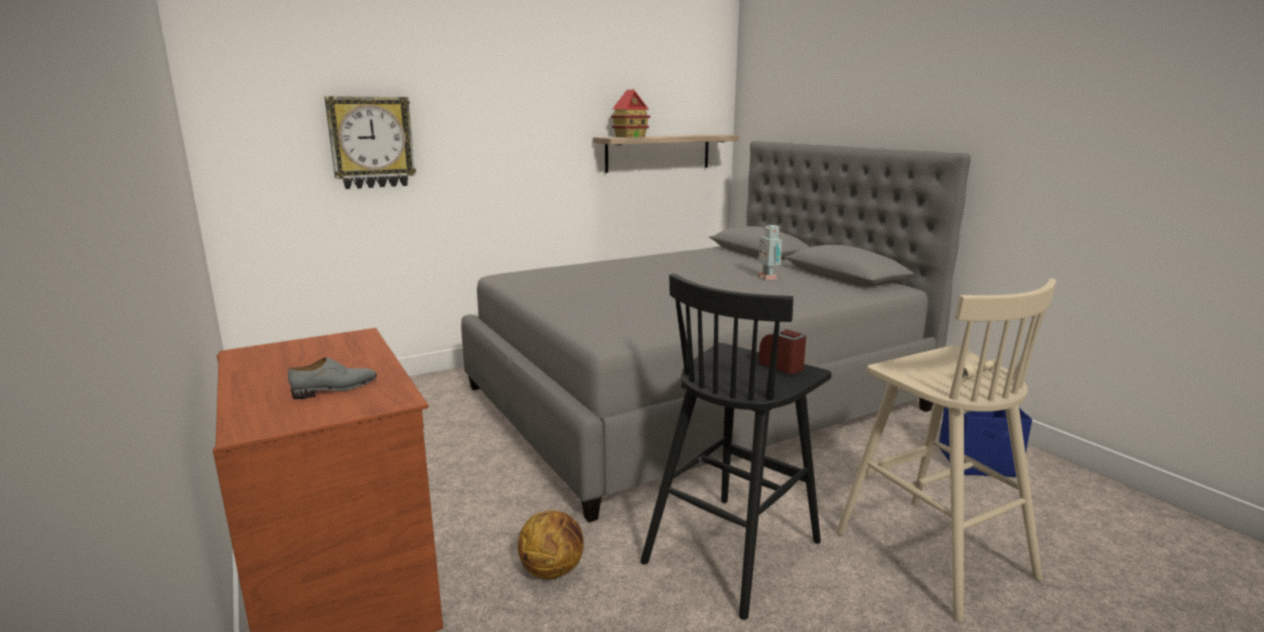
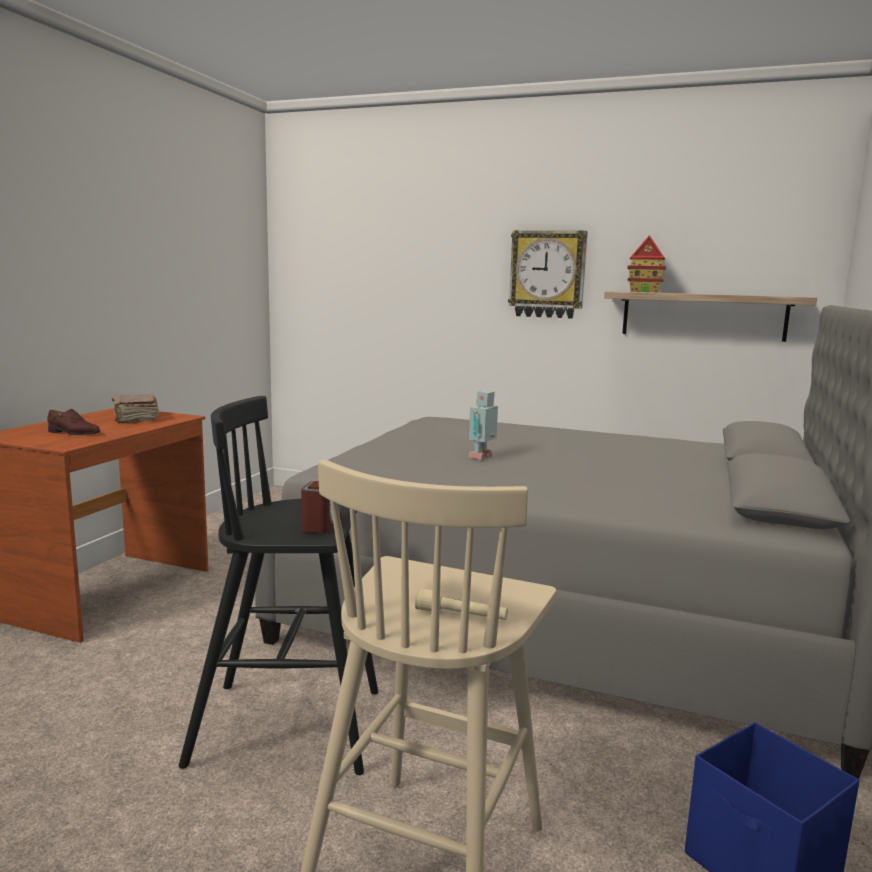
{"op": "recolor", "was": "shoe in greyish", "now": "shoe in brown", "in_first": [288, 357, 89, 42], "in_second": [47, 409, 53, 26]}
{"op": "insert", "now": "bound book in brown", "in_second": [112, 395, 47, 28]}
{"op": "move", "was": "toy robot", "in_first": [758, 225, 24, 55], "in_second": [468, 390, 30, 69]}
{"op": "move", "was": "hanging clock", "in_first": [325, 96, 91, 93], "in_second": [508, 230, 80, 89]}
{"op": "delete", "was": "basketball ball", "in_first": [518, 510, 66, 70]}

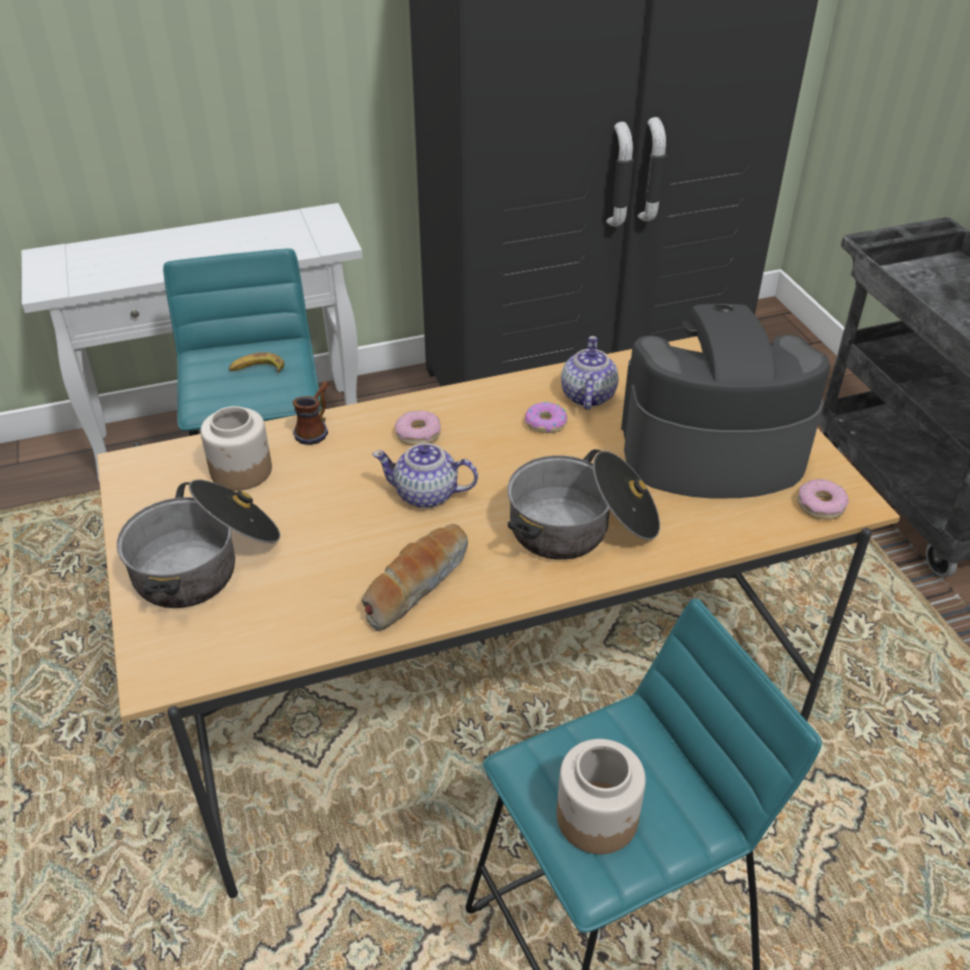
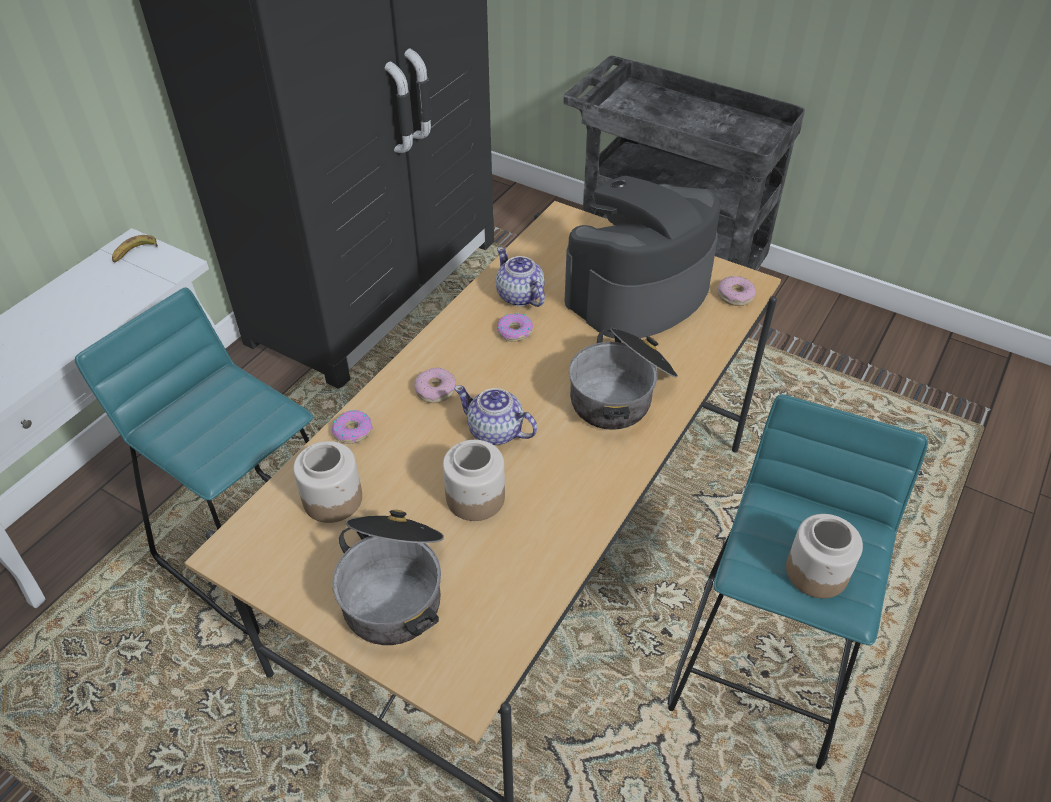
{"op": "move", "was": "banana", "in_first": [229, 352, 56, 21], "in_second": [112, 235, 46, 28]}
{"op": "replace", "was": "mug", "now": "donut", "in_first": [292, 381, 37, 64], "in_second": [332, 410, 41, 34]}
{"op": "insert", "now": "storage jar", "in_second": [443, 440, 62, 81]}
{"op": "rotate", "was": "tea pot", "in_first": [372, 443, 106, 65], "in_second": [454, 385, 83, 60], "clockwise": 60}
{"op": "delete", "was": "baked bread", "in_first": [362, 524, 106, 107]}

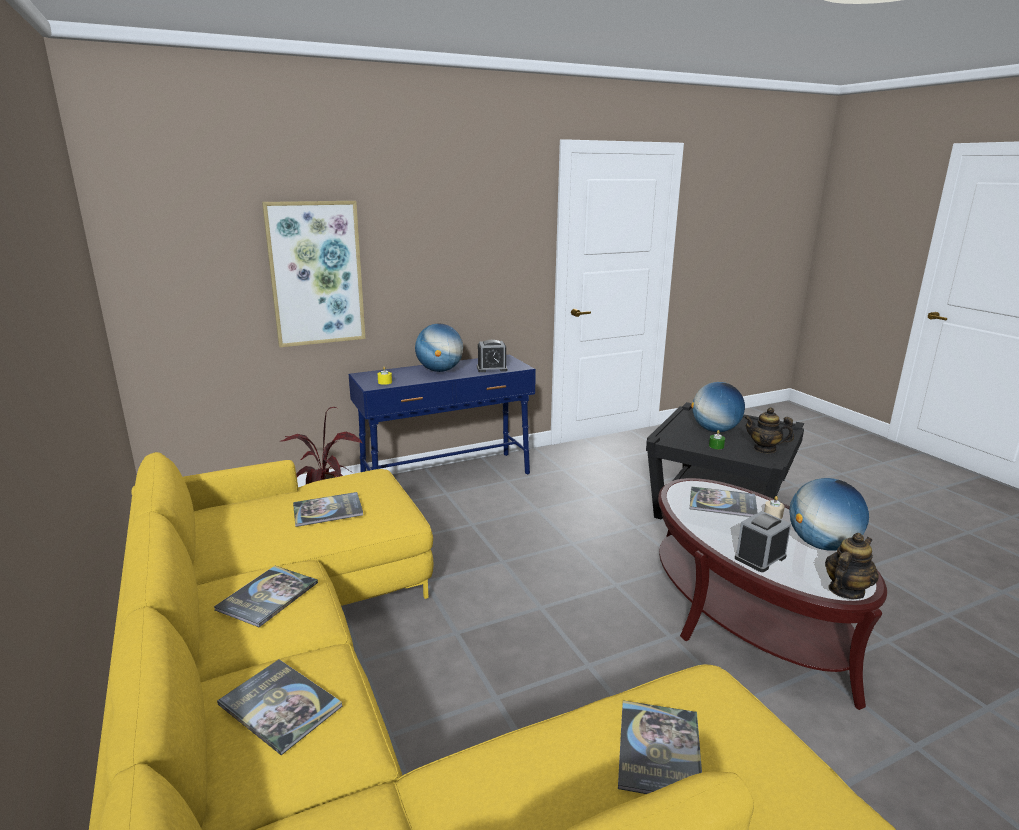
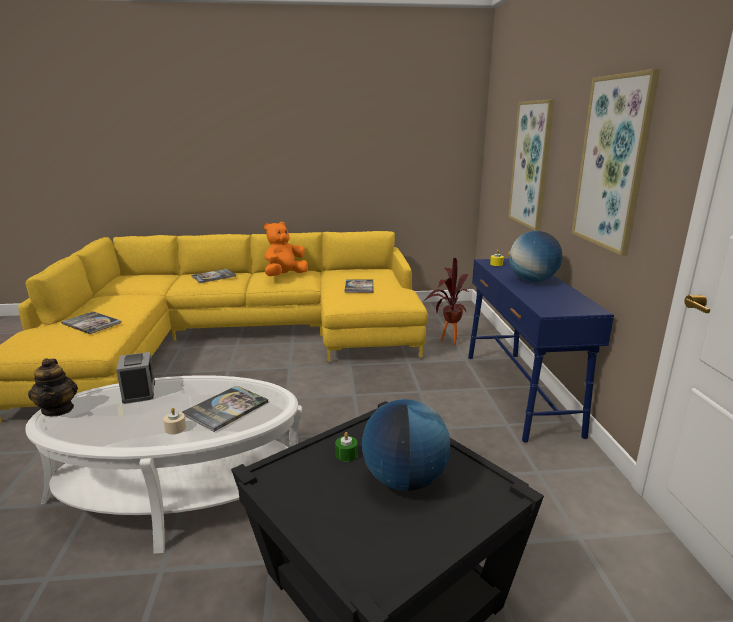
{"op": "recolor", "was": "lounge table in brown", "now": "lounge table in white-coloured", "in_first": [658, 478, 229, 232], "in_second": [25, 375, 277, 179]}
{"op": "replace", "was": "bound book", "now": "plush toy in orange", "in_first": [214, 566, 104, 61], "in_second": [264, 222, 44, 54]}
{"op": "insert", "now": "wall art", "in_second": [572, 69, 88, 187]}
{"op": "delete", "was": "bedside clock", "in_first": [477, 340, 31, 32]}
{"op": "delete", "was": "tea pot", "in_first": [744, 407, 50, 47]}
{"op": "delete", "was": "desk globe", "in_first": [789, 478, 80, 73]}

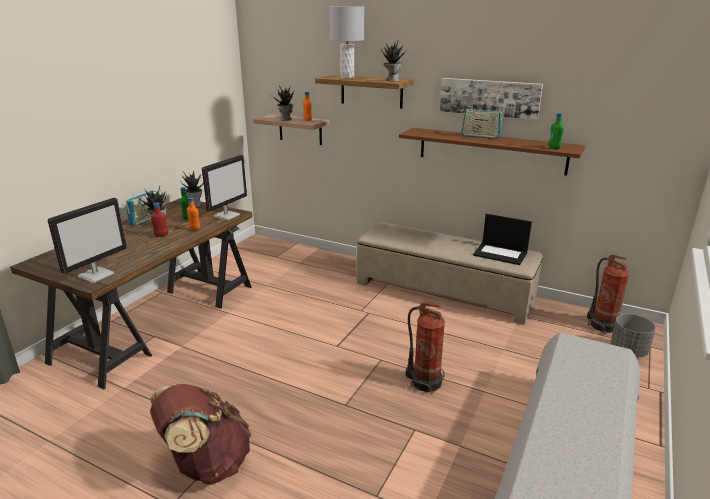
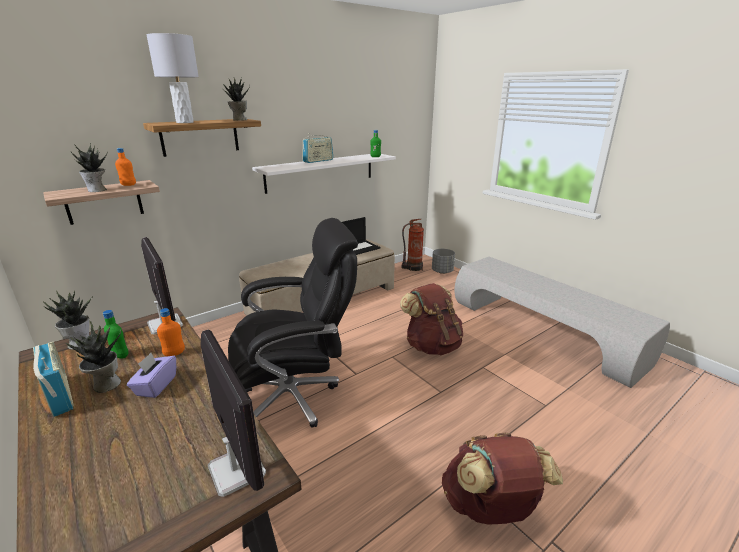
{"op": "replace", "was": "beverage bottle in reddish", "now": "tissue holder in purplish", "in_first": [151, 202, 17, 35], "in_second": [127, 353, 49, 45]}
{"op": "insert", "now": "computer chair in blackish", "in_second": [228, 218, 130, 210]}
{"op": "recolor", "was": "wall shelf in brown", "now": "wall shelf in white-coloured", "in_first": [399, 128, 186, 48], "in_second": [252, 154, 144, 40]}
{"op": "replace", "was": "fire-fighting cylinder", "now": "rucksack in brown", "in_first": [406, 302, 39, 92], "in_second": [400, 283, 63, 72]}
{"op": "delete", "was": "wall art", "in_first": [440, 78, 103, 42]}

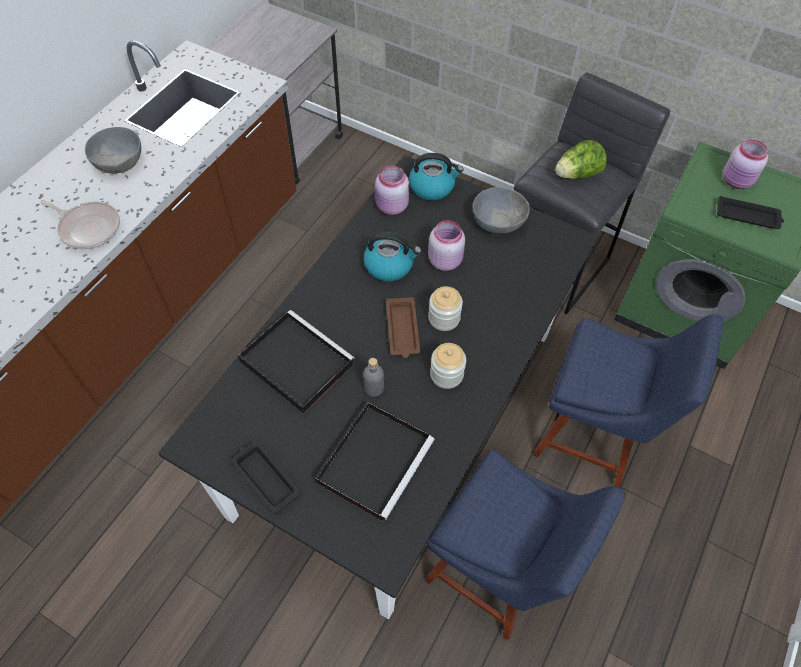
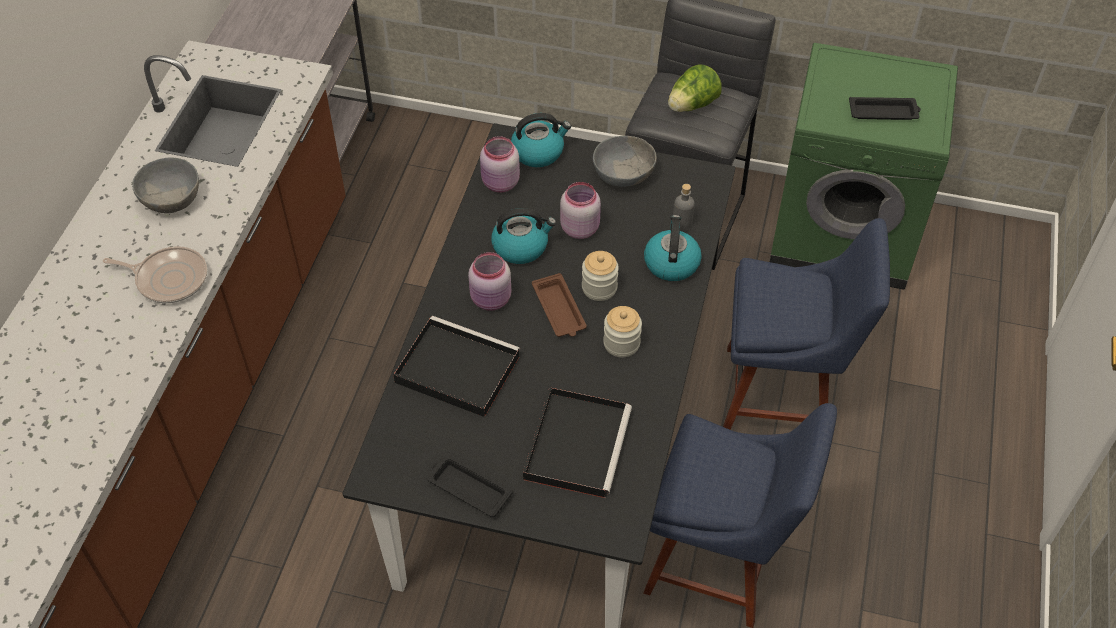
{"op": "move", "was": "storage jar in pinkish", "in_first": [723, 139, 45, 50], "in_second": [468, 252, 43, 59]}
{"op": "insert", "now": "tea kettle", "in_second": [644, 215, 58, 66]}
{"op": "move", "was": "beverage bottle in greyish", "in_first": [363, 358, 21, 39], "in_second": [673, 184, 22, 46]}

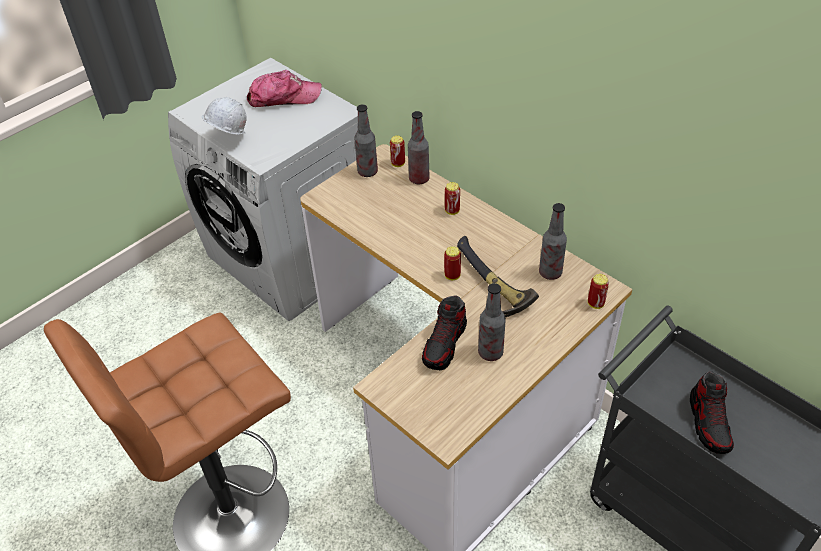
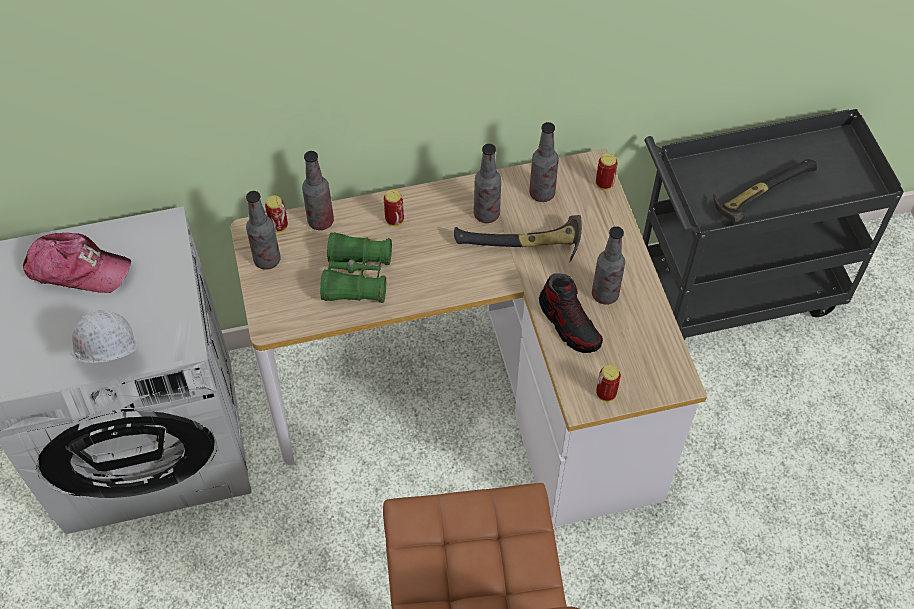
{"op": "rotate", "was": "cap", "in_first": [247, 70, 75, 37], "in_second": [23, 233, 108, 60], "clockwise": 75}
{"op": "insert", "now": "binoculars in green", "in_second": [320, 232, 72, 71]}
{"op": "insert", "now": "beverage bottle", "in_second": [474, 144, 27, 79]}
{"op": "move", "was": "sealed can", "in_first": [444, 246, 17, 34], "in_second": [596, 365, 25, 37]}
{"op": "replace", "was": "shoe", "now": "hammer", "in_first": [690, 371, 44, 83], "in_second": [713, 159, 105, 64]}

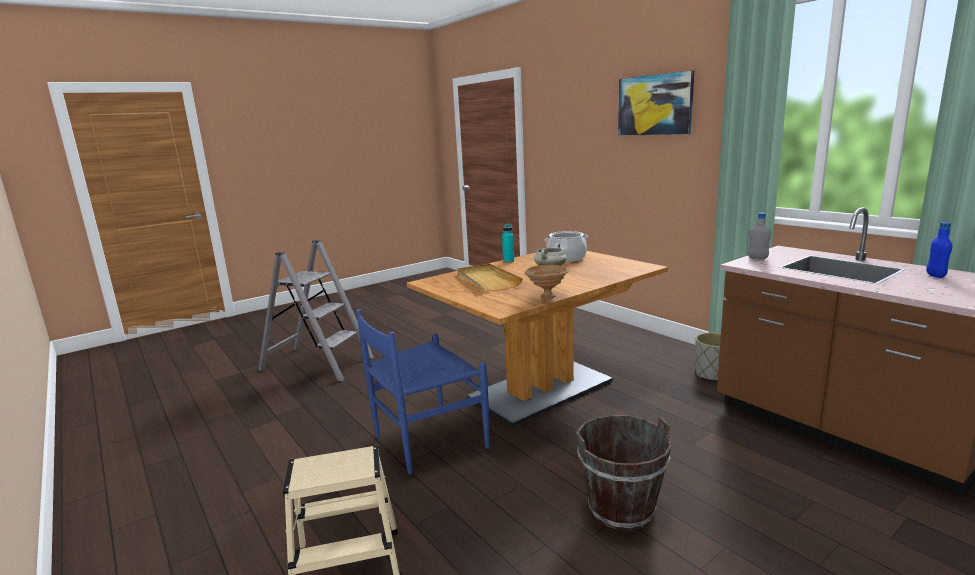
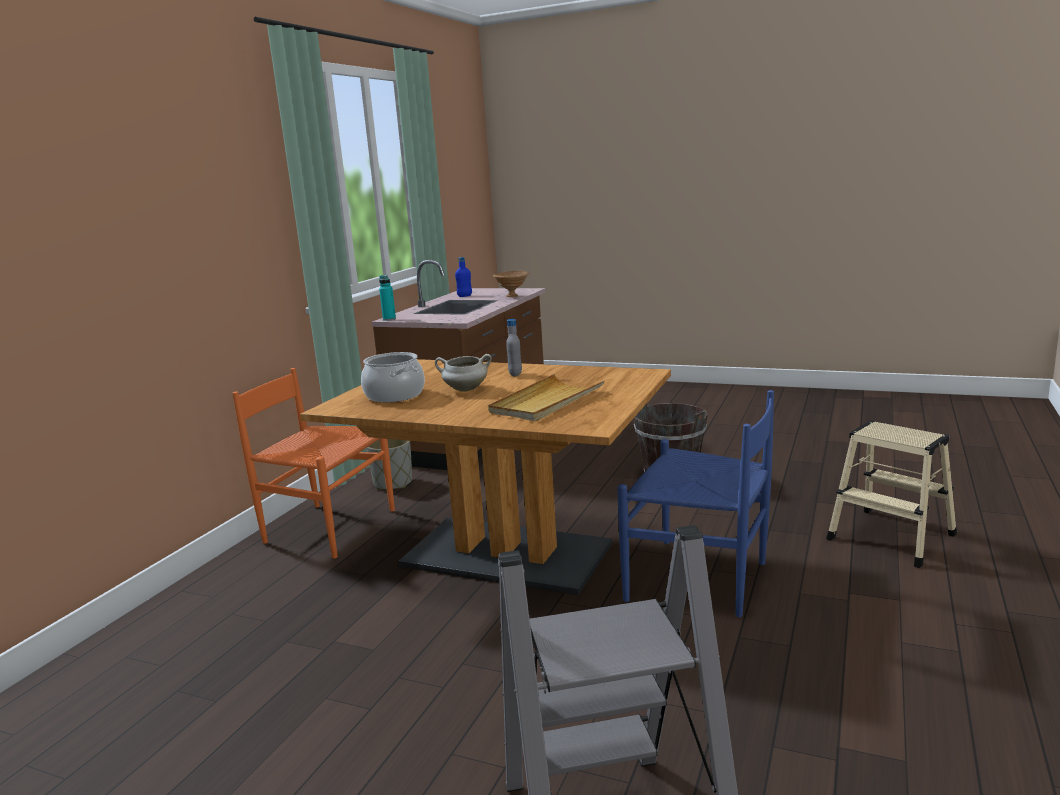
{"op": "insert", "now": "plain chair in orange", "in_second": [233, 368, 162, 191]}
{"op": "move", "was": "beverage bottle in turquoise", "in_first": [502, 223, 12, 40], "in_second": [379, 275, 17, 46]}
{"op": "move", "was": "serving bowl in brown", "in_first": [524, 265, 45, 34], "in_second": [493, 271, 36, 26]}
{"op": "move", "was": "beverage bottle in greyish", "in_first": [748, 213, 23, 46], "in_second": [506, 319, 16, 58]}
{"op": "delete", "was": "wall art", "in_first": [618, 70, 76, 66]}

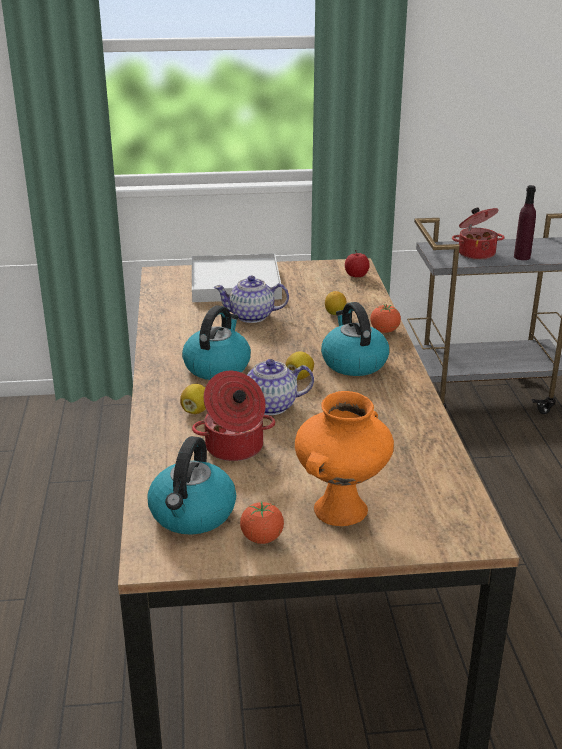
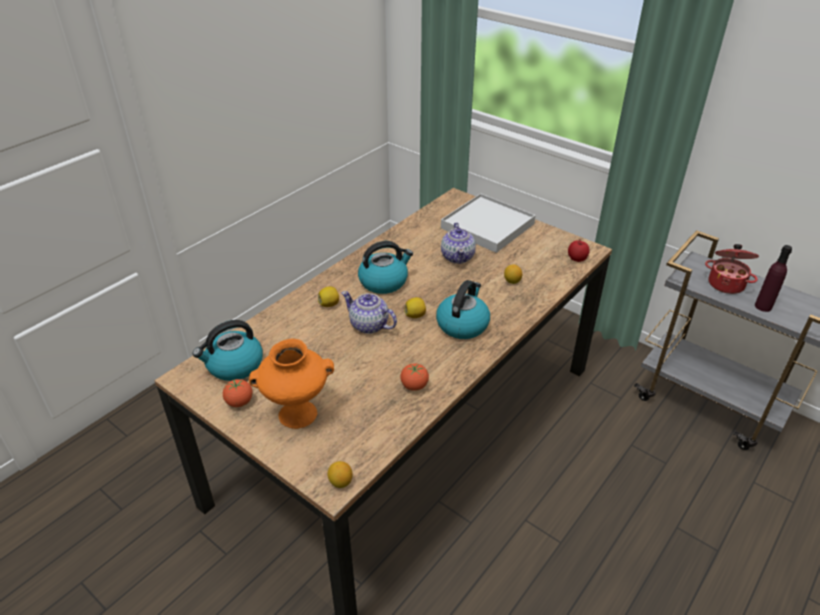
{"op": "insert", "now": "whole lemon", "in_second": [327, 461, 26, 27]}
{"op": "move", "was": "fresh tomato", "in_first": [370, 304, 31, 29], "in_second": [400, 364, 29, 27]}
{"op": "rotate", "was": "tea pot", "in_first": [214, 275, 75, 48], "in_second": [441, 222, 35, 42], "clockwise": -135}
{"op": "delete", "was": "saucepot", "in_first": [192, 371, 84, 90]}

